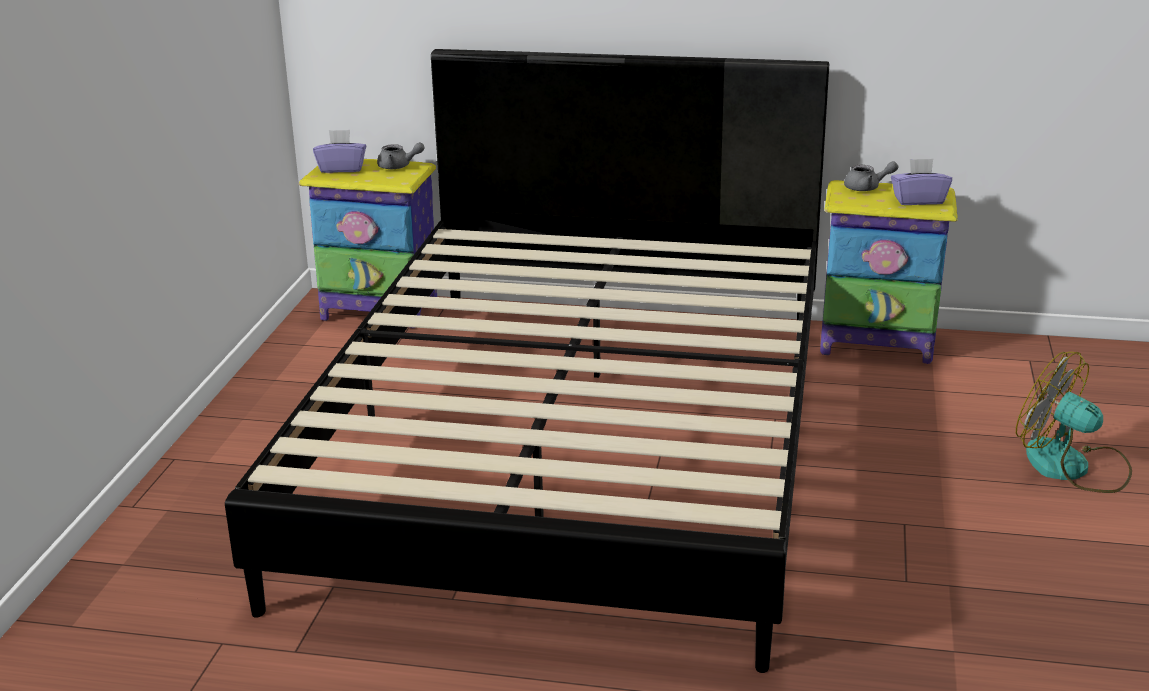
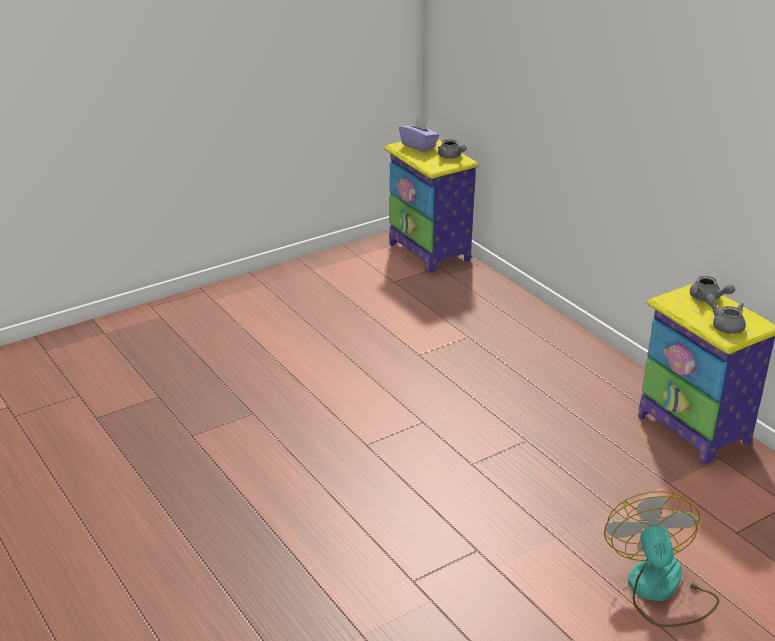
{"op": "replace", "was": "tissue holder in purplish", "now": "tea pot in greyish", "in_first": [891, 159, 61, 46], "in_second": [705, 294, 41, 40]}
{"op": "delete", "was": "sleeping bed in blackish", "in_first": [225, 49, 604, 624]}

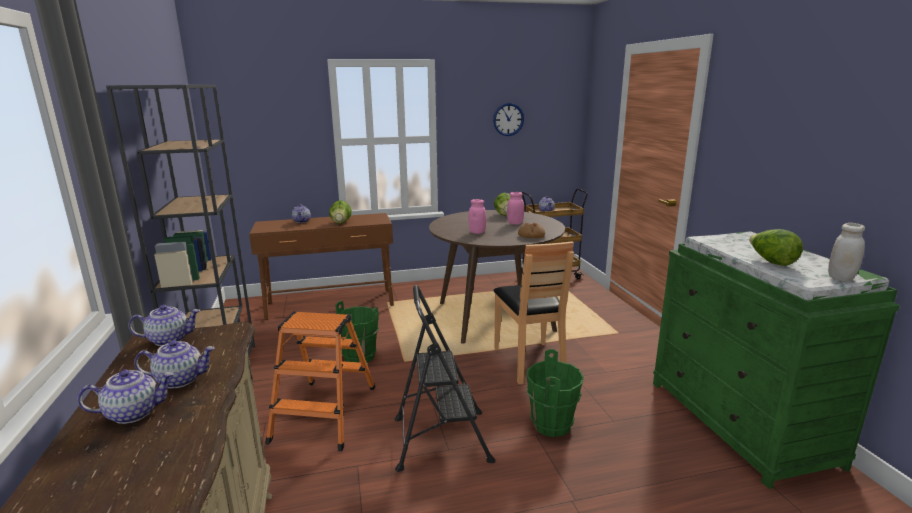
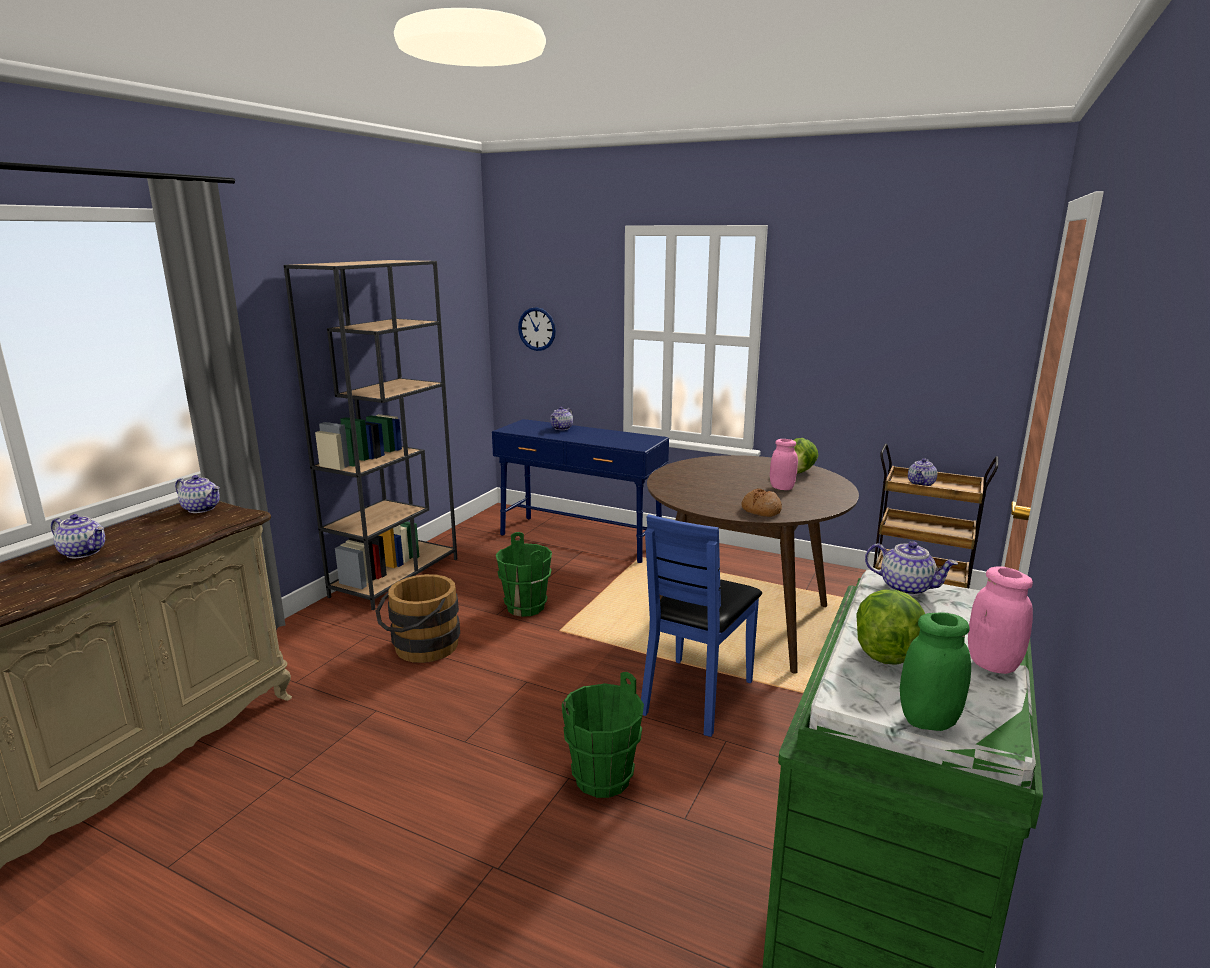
{"op": "replace", "was": "step stool in orange", "now": "pail in brown", "in_first": [265, 311, 111, 140], "in_second": [376, 574, 84, 89]}
{"op": "recolor", "was": "hall table in brown", "now": "hall table in blue-coloured", "in_first": [249, 213, 145, 107], "in_second": [492, 419, 177, 144]}
{"op": "move", "was": "hanging clock", "in_first": [493, 103, 31, 33], "in_second": [518, 307, 38, 44]}
{"op": "recolor", "was": "plain chair in brown", "now": "plain chair in blue-coloured", "in_first": [494, 241, 80, 143], "in_second": [641, 514, 121, 223]}
{"op": "move", "was": "tea pot", "in_first": [134, 340, 81, 48], "in_second": [865, 541, 93, 54]}
{"op": "recolor", "was": "storage jar in white-coloured", "now": "storage jar in green", "in_first": [828, 223, 37, 58], "in_second": [900, 612, 71, 119]}
{"op": "move", "was": "storage jar in pinkish", "in_first": [468, 199, 18, 35], "in_second": [968, 566, 65, 108]}
{"op": "delete", "was": "lettuce head", "in_first": [329, 200, 23, 24]}
{"op": "delete", "was": "step stool in blackish", "in_first": [395, 285, 100, 187]}

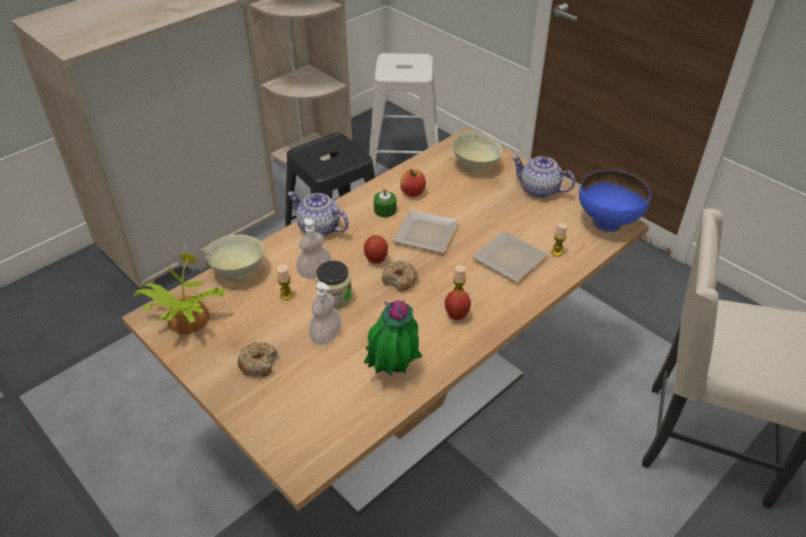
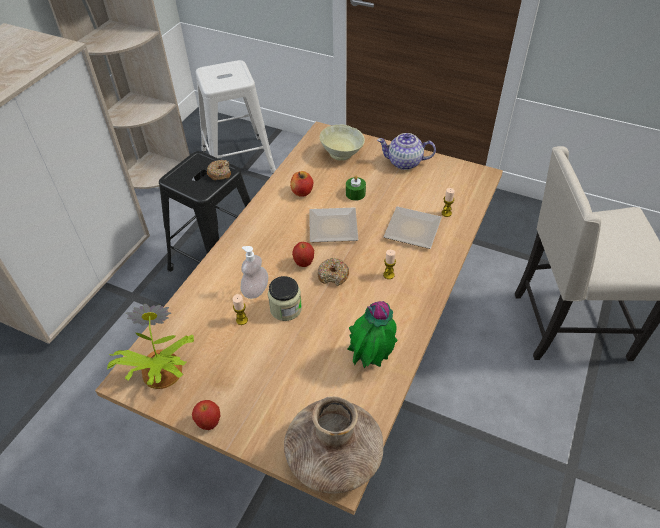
{"op": "move", "was": "apple fruit", "in_first": [445, 290, 26, 30], "in_second": [192, 400, 28, 30]}
{"op": "move", "was": "donut", "in_first": [238, 342, 40, 35], "in_second": [207, 160, 24, 20]}
{"op": "insert", "now": "decorative vase in brown", "in_second": [284, 396, 99, 97]}
{"op": "move", "was": "candle in green", "in_first": [374, 188, 22, 29], "in_second": [346, 175, 20, 26]}
{"op": "delete", "was": "serving bowl in beige-coloured", "in_first": [205, 235, 59, 47]}
{"op": "delete", "was": "tea pot", "in_first": [287, 191, 62, 46]}
{"op": "delete", "was": "soap dispenser", "in_first": [309, 282, 32, 63]}
{"op": "delete", "was": "serving bowl in blue-coloured", "in_first": [579, 170, 72, 62]}

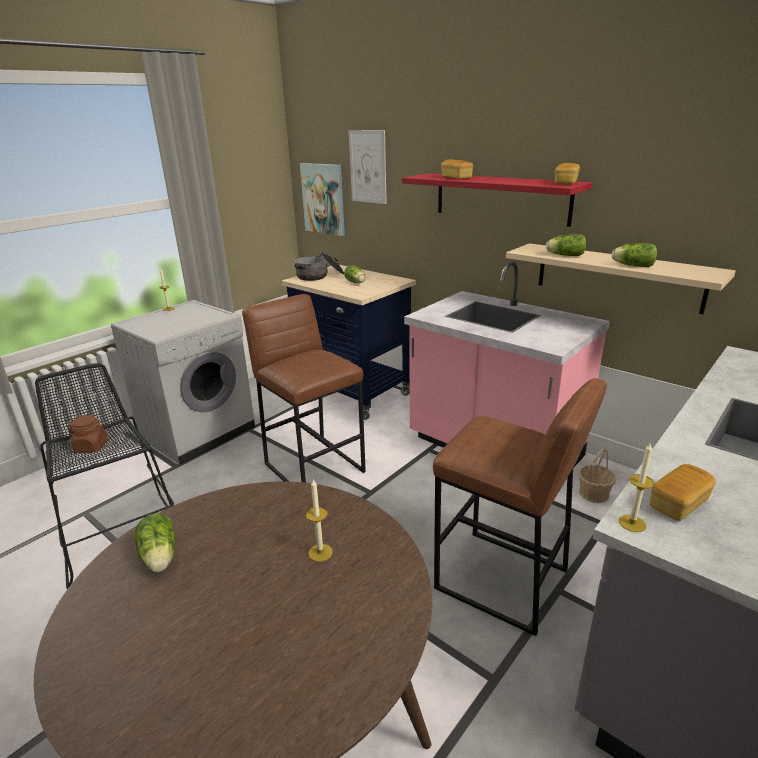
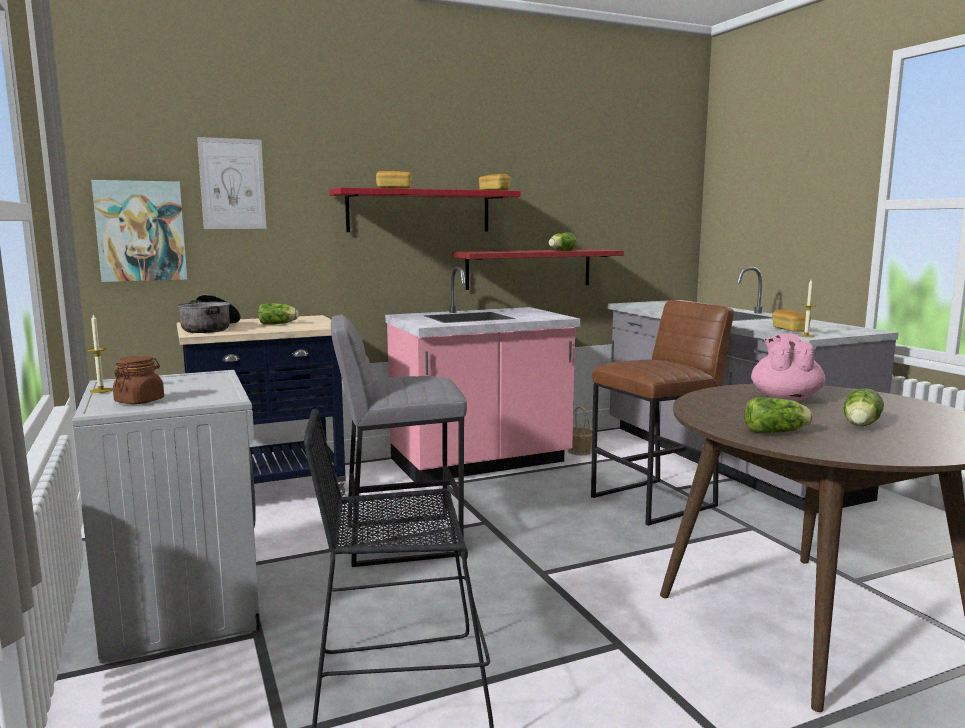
{"op": "move", "was": "storage jar in brown", "in_first": [68, 415, 40, 38], "in_second": [113, 356, 51, 48]}
{"op": "recolor", "was": "sitting stool in brown", "now": "sitting stool in greyish", "in_first": [242, 294, 124, 189], "in_second": [331, 315, 136, 252]}
{"op": "recolor", "was": "wall shelf in beige-coloured", "now": "wall shelf in reddish", "in_first": [506, 243, 230, 71], "in_second": [452, 249, 172, 41]}
{"op": "replace", "was": "candle", "now": "tea pot in pinkish", "in_first": [306, 479, 27, 83], "in_second": [751, 334, 74, 67]}
{"op": "move", "was": "lettuce head", "in_first": [546, 234, 40, 22], "in_second": [844, 388, 40, 38]}

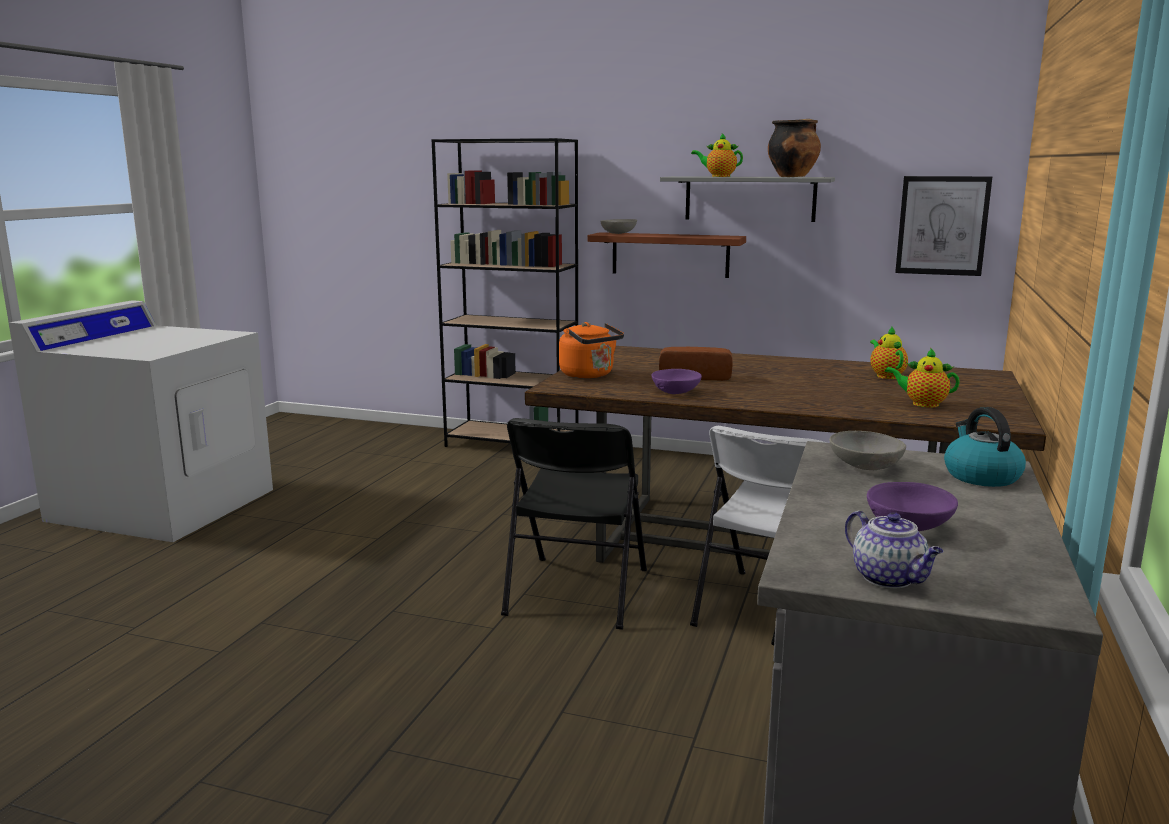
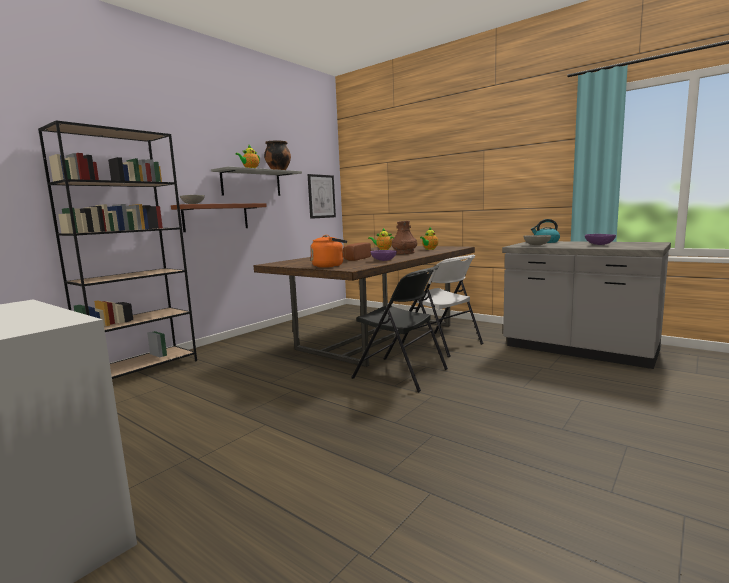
{"op": "insert", "now": "decorative vase in brown", "in_second": [392, 221, 25, 33]}
{"op": "delete", "was": "tea pot", "in_first": [845, 511, 99, 77]}

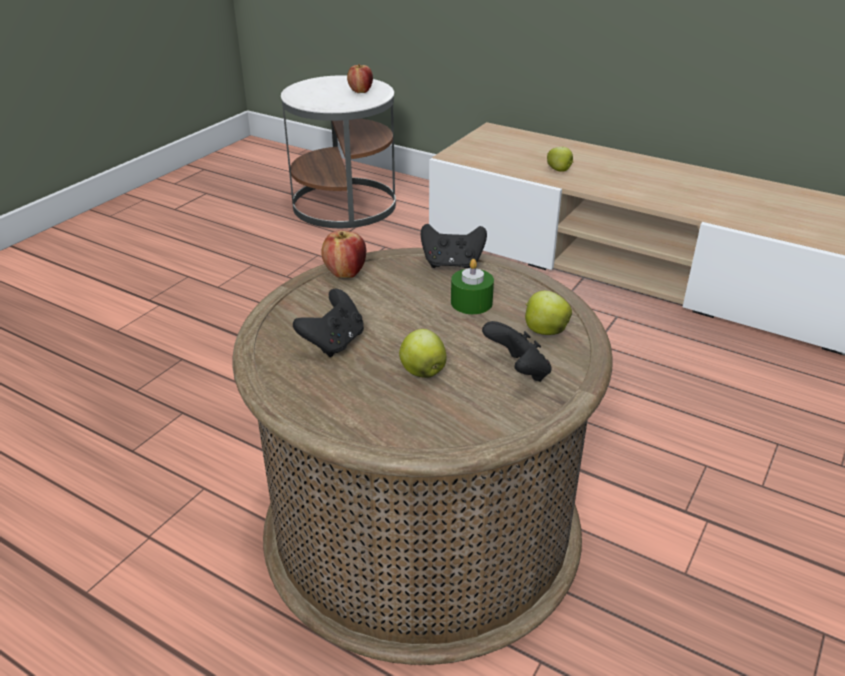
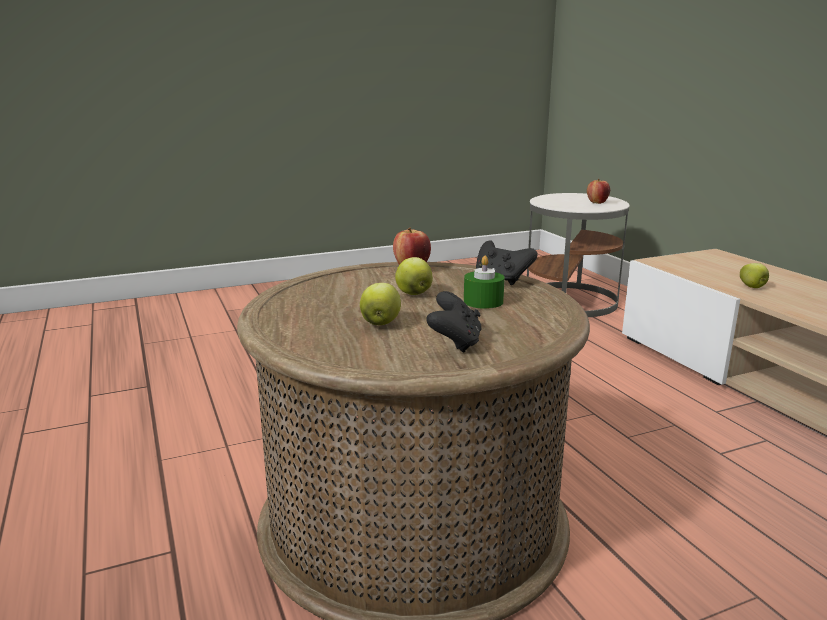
{"op": "move", "was": "apple fruit", "in_first": [525, 291, 47, 44], "in_second": [395, 257, 38, 38]}
{"op": "delete", "was": "game controller in blackish", "in_first": [293, 289, 71, 68]}

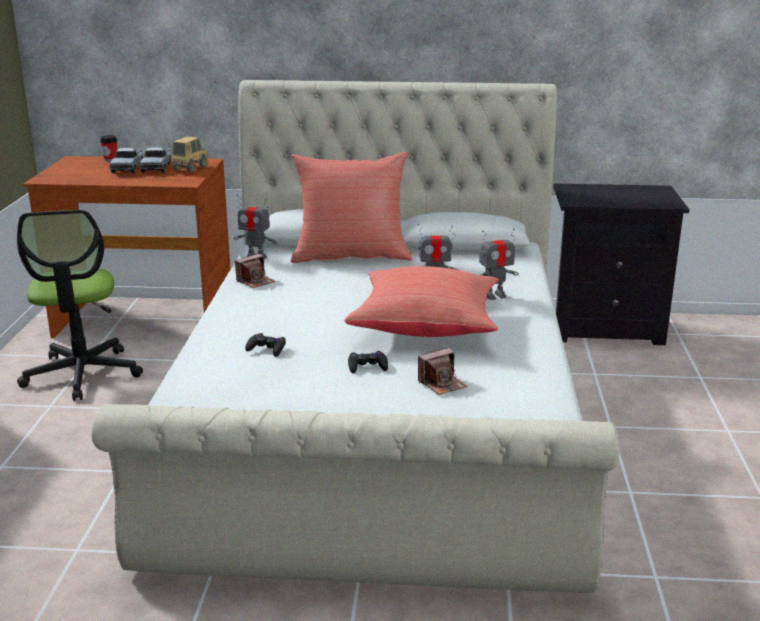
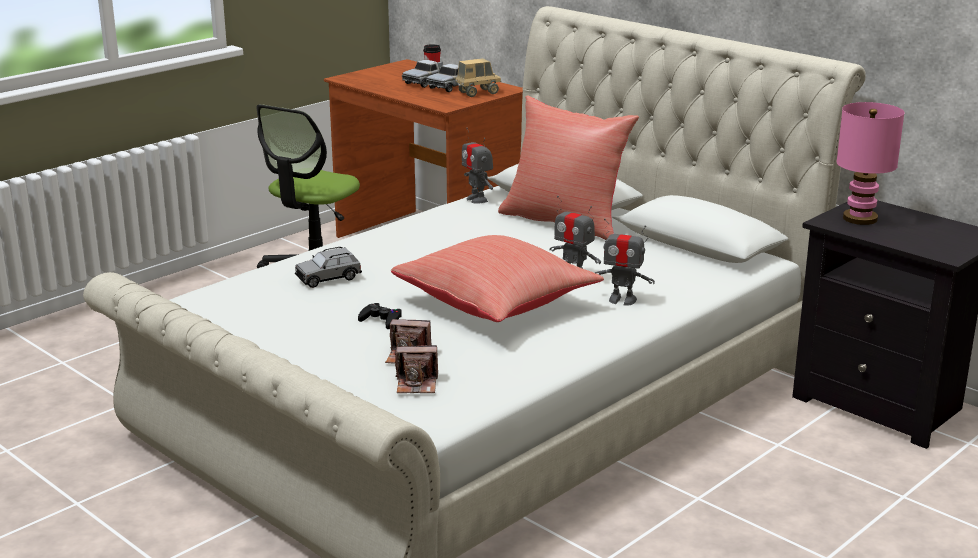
{"op": "replace", "was": "game controller in blackish", "now": "model car in greyish", "in_first": [245, 333, 41, 24], "in_second": [295, 247, 67, 41]}
{"op": "move", "was": "photo camera", "in_first": [235, 253, 40, 35], "in_second": [395, 345, 43, 48]}
{"op": "insert", "now": "lamp for a table in pinkish", "in_second": [836, 102, 69, 123]}

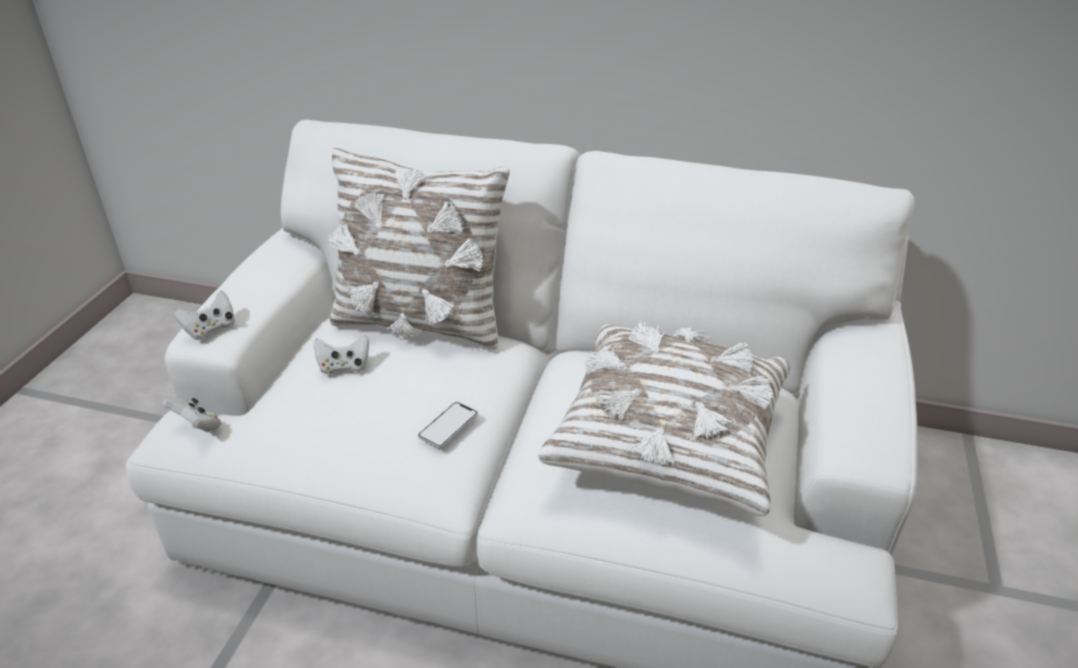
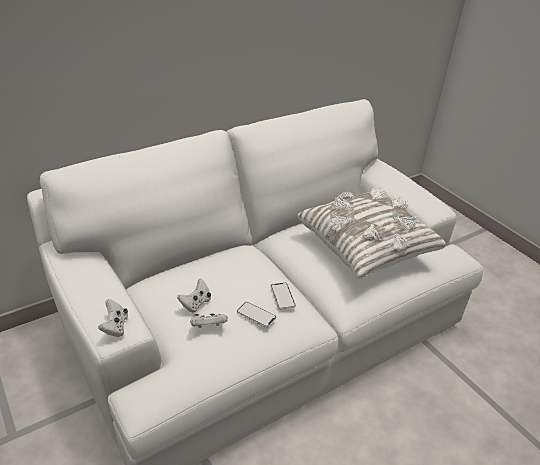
{"op": "move", "was": "game controller in white-coloured", "in_first": [162, 398, 59, 34], "in_second": [190, 314, 38, 14]}
{"op": "insert", "now": "phone", "in_second": [237, 302, 39, 25]}
{"op": "delete", "was": "throw pillow in white-coloured", "in_first": [328, 148, 182, 202]}

